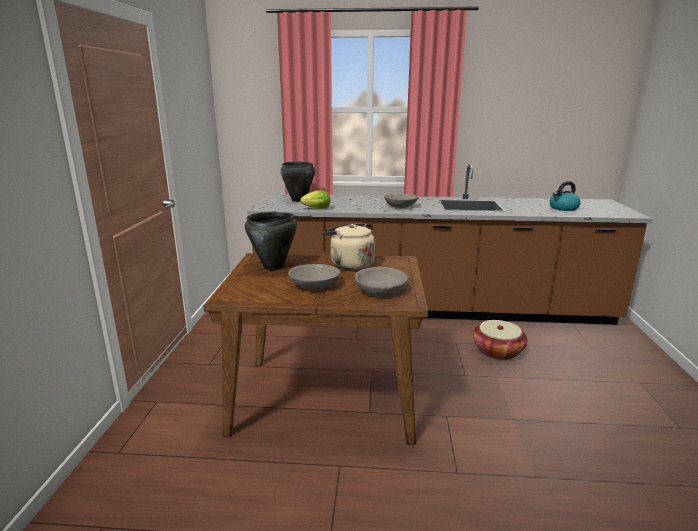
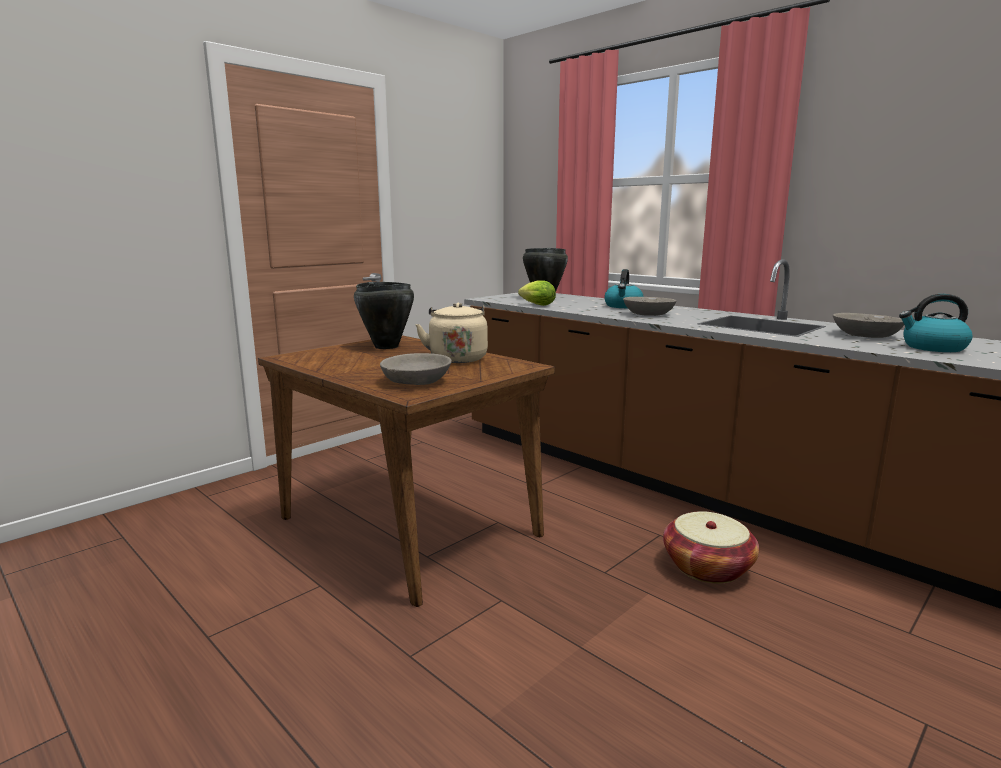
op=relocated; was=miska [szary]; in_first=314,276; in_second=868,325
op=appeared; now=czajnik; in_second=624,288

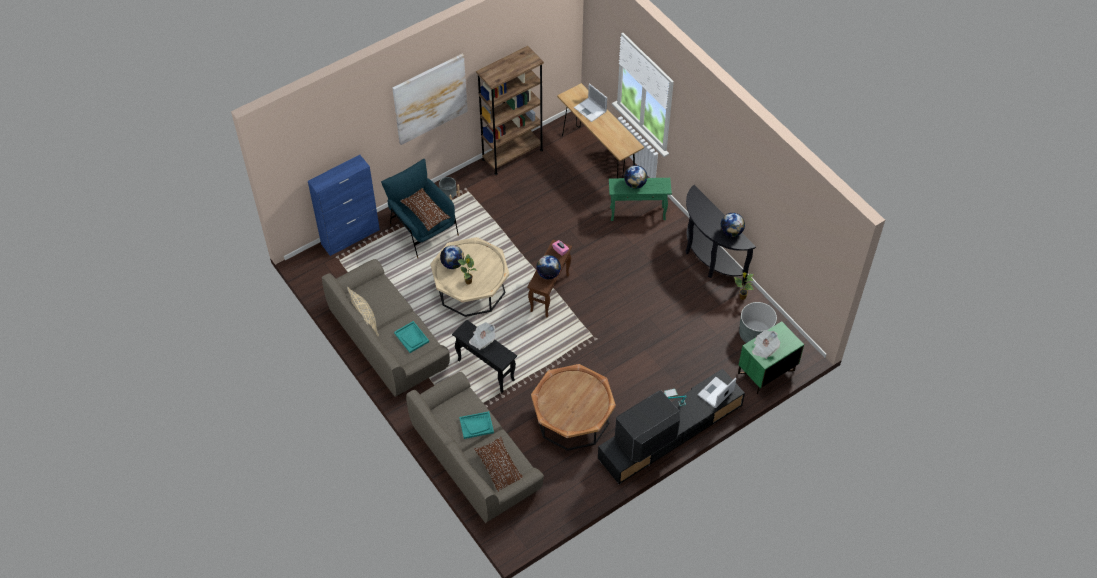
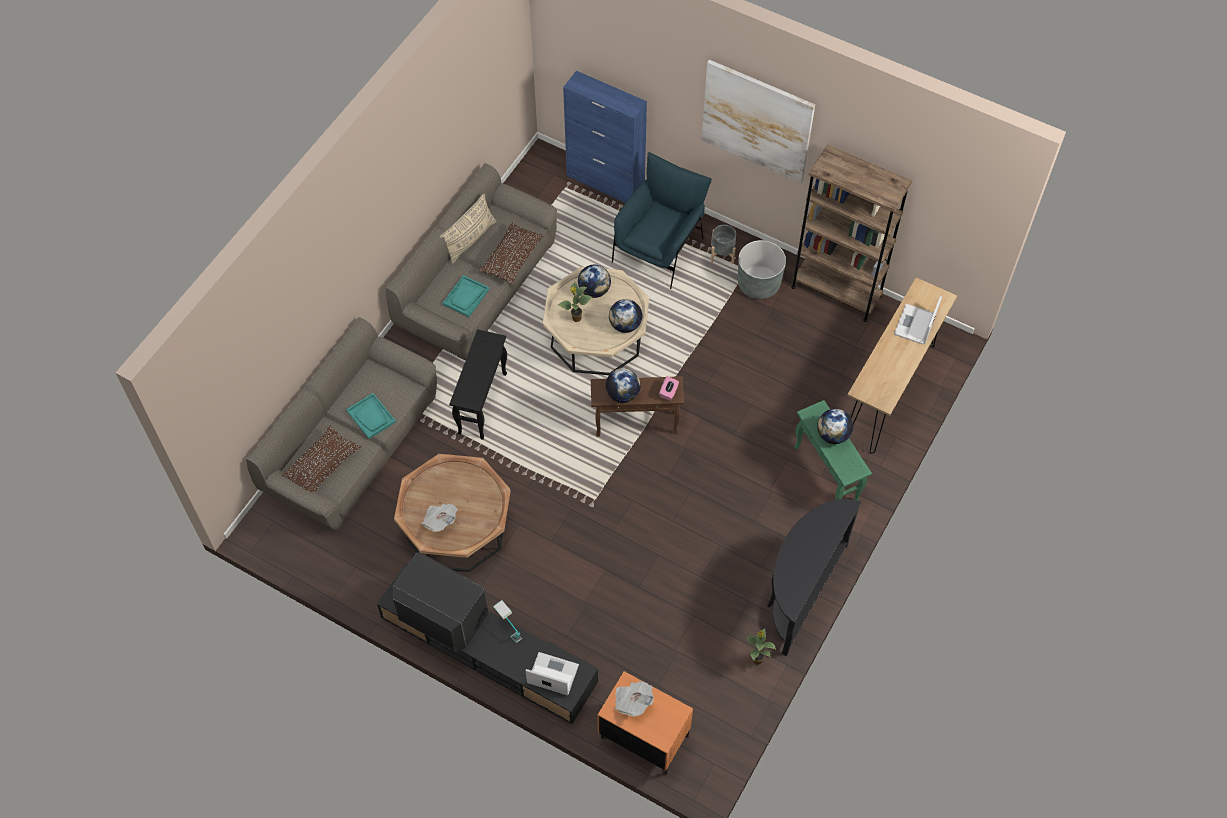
op=relocated; was=poduszka [brązowy]; in_first=425,209; in_second=511,253
op=relocated; was=globus; in_first=733,225; in_second=626,316
op=relocated; was=donica [szary]; in_first=758,322; in_second=762,269
op=colour; was=szafka nocna [zielony]; now=szafka nocna [pomarańczowy]; in_first=771,358; in_second=645,722
op=relocated; was=gazeta; in_first=482,336; in_second=440,517

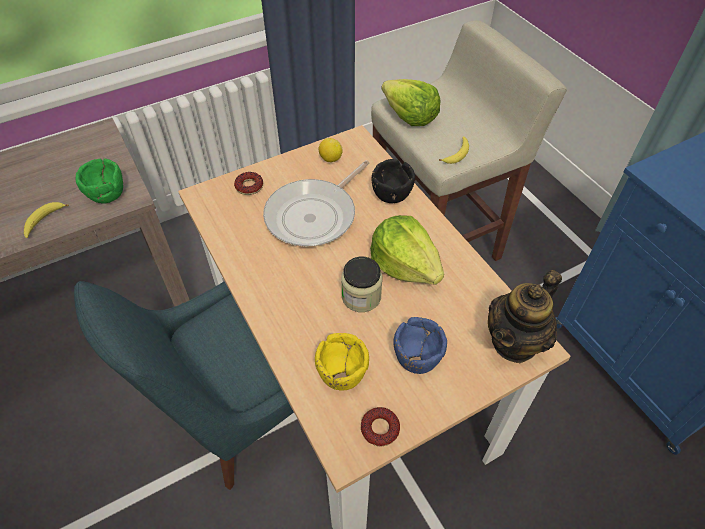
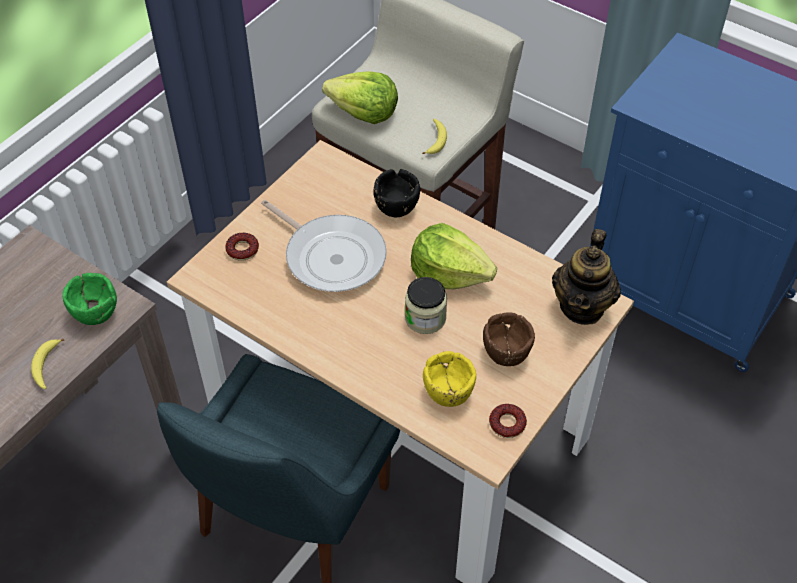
op=missing; was=cytryna; in_first=331,150
op=spun; was=patelnia; in_first=316,203; in_second=324,246; clockwise=-60
op=colour; was=miska [niebieski]; now=miska [brązowy]; in_first=420,345; in_second=509,339

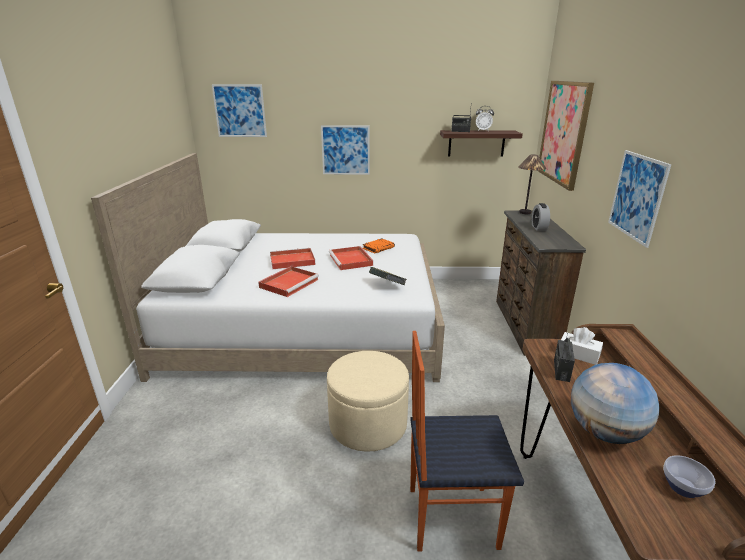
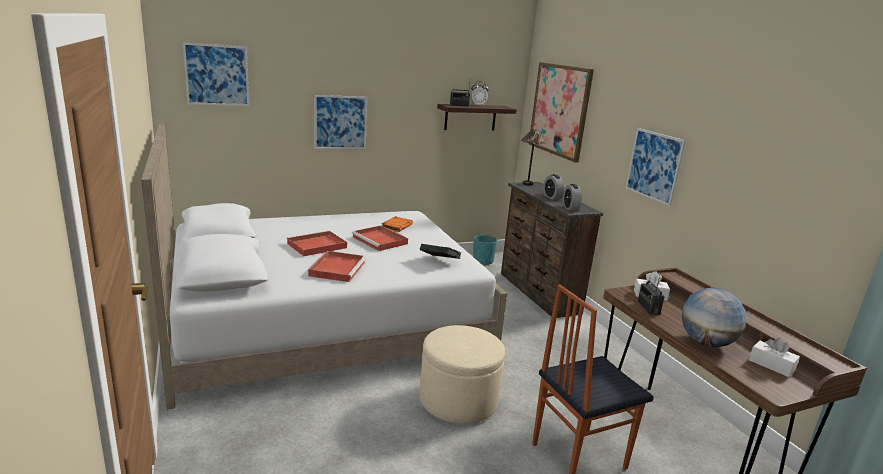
op=exchanged; was=miska; now=pudełko chusteczek [biały]; in_first=689,476; in_second=774,357
op=appeared; now=budzik; in_second=572,197
op=appeared; now=donica [turkusowy]; in_second=485,250

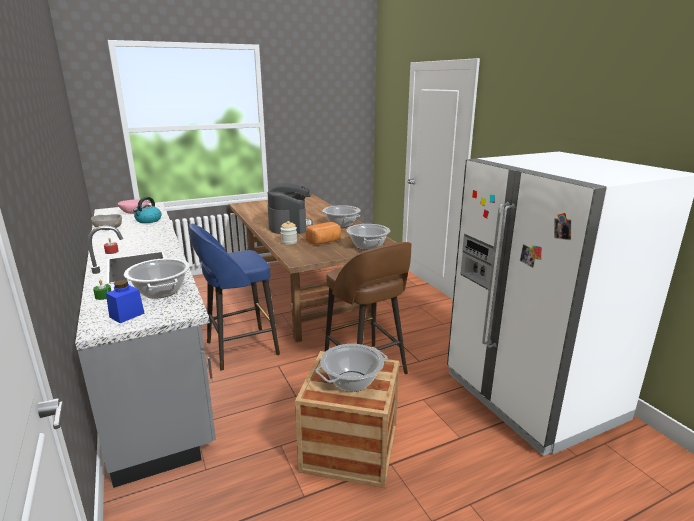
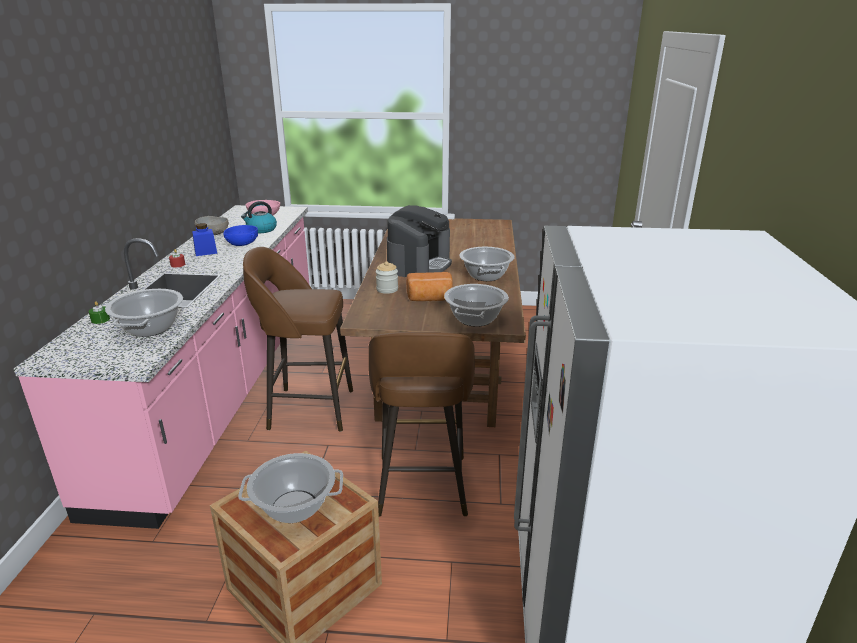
op=colour; was=zabudowa kuchenna [szary]; now=zabudowa kuchenna [różowy]; in_first=145,345; in_second=161,367
op=colour; was=stołek [niebieski]; now=stołek [brązowy]; in_first=234,297; in_second=298,339
op=relocated; was=słoik [niebieski]; in_first=125,301; in_second=204,239
op=appeared; now=miska [niebieski]; in_second=240,235

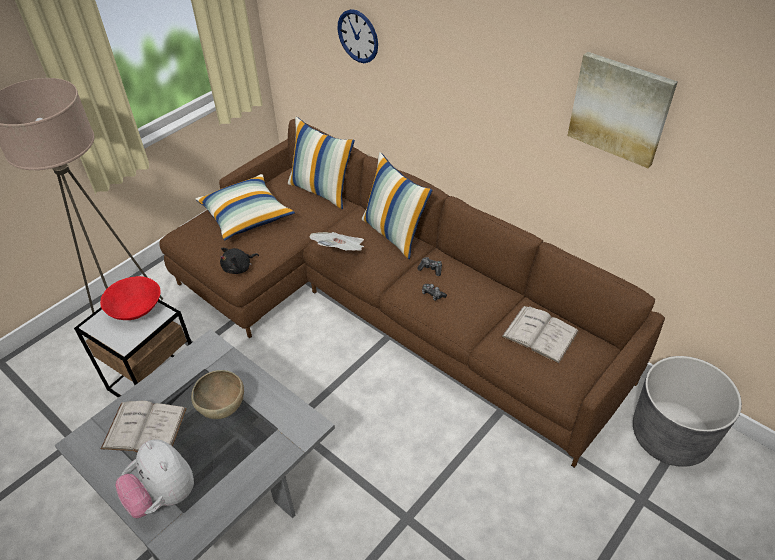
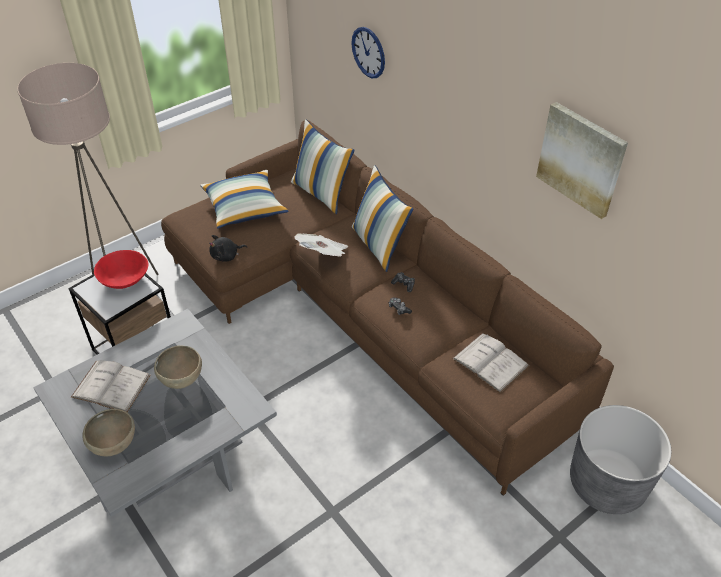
op=exchanged; was=pluszak; now=miska [brązowy]; in_first=154,478; in_second=108,432

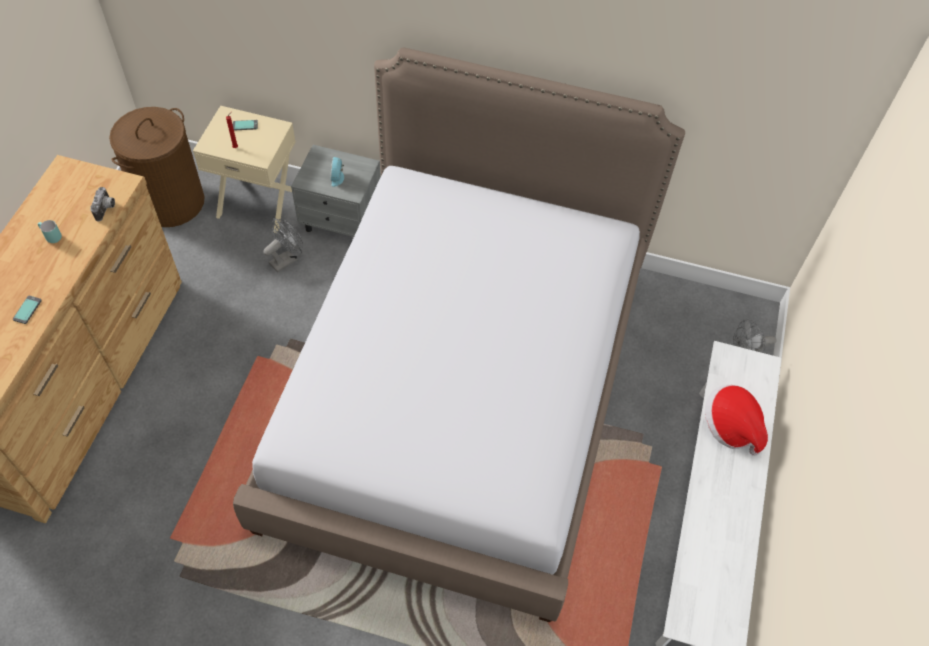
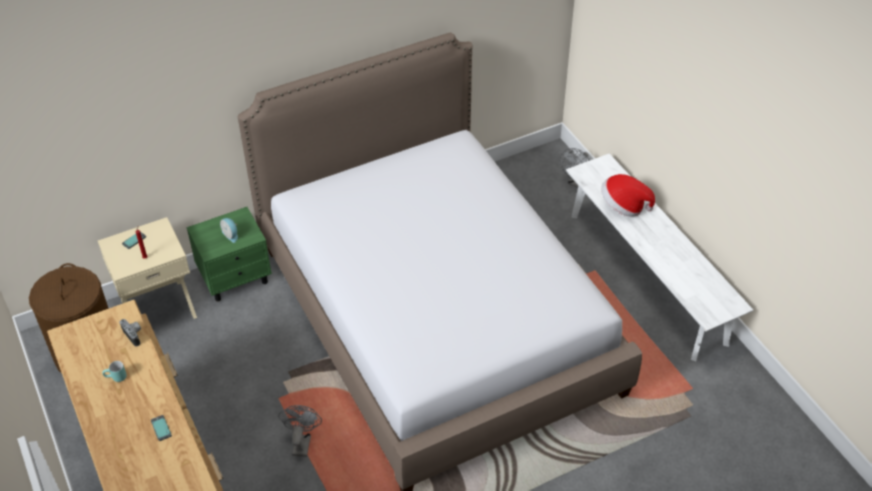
op=colour; was=szafka nocna [szary]; now=szafka nocna [zielony]; in_first=336,191; in_second=229,254
op=relocated; was=wentylator [szary]; in_first=283,245; in_second=300,431

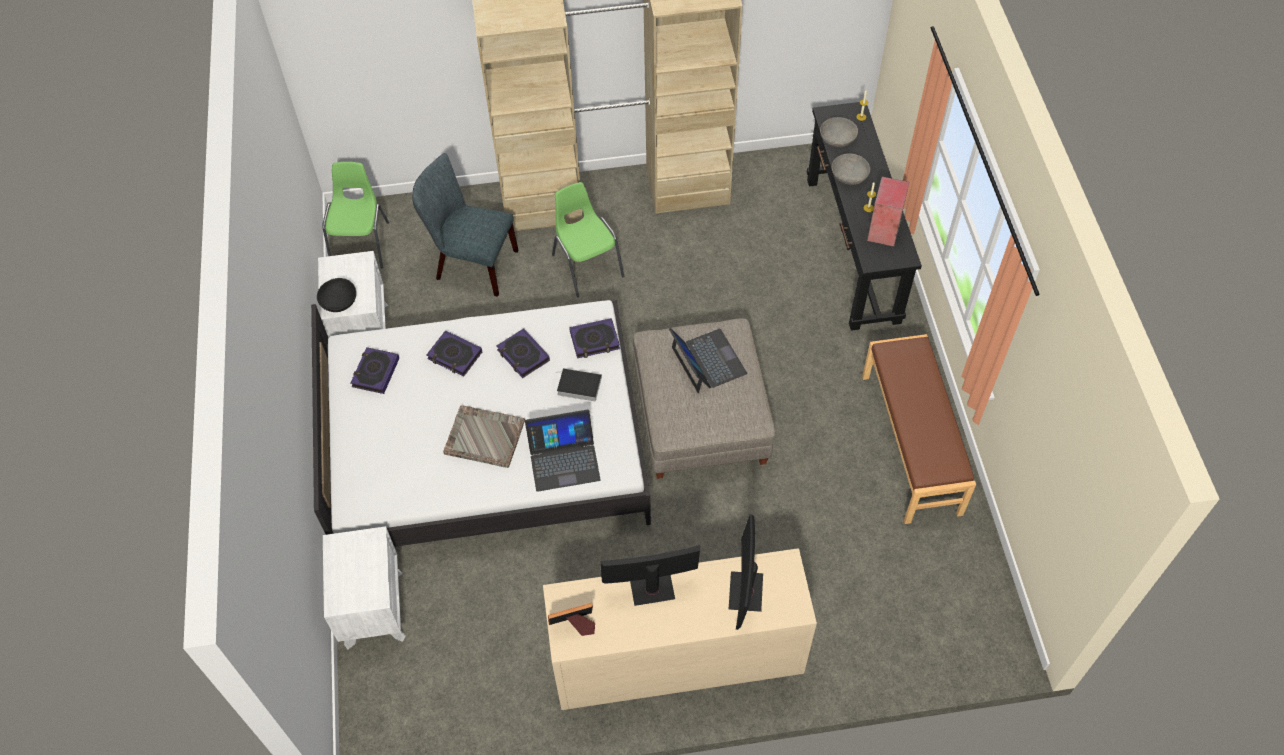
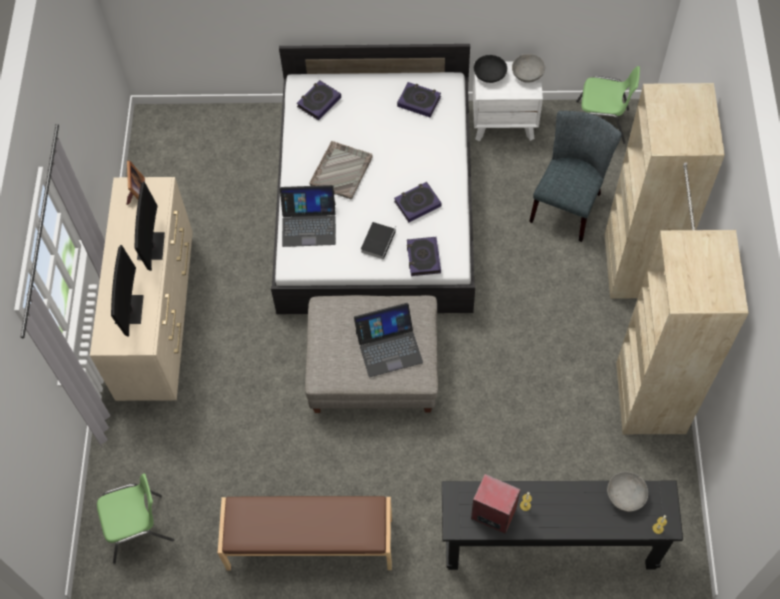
op=relocated; was=miska [szary]; in_first=850,169; in_second=528,68
op=relocated; was=krzesło [zielony]; in_first=588,239; in_second=135,518
op=relocated; was=książka; in_first=454,353; in_second=318,100
op=spun; was=laptop; in_first=563,451; in_second=308,216; clockwise=-90
op=spun; was=monitor; in_first=746,572; in_second=127,290; clockwise=75
op=missing; was=szafka nocna [biały]; in_first=364,587

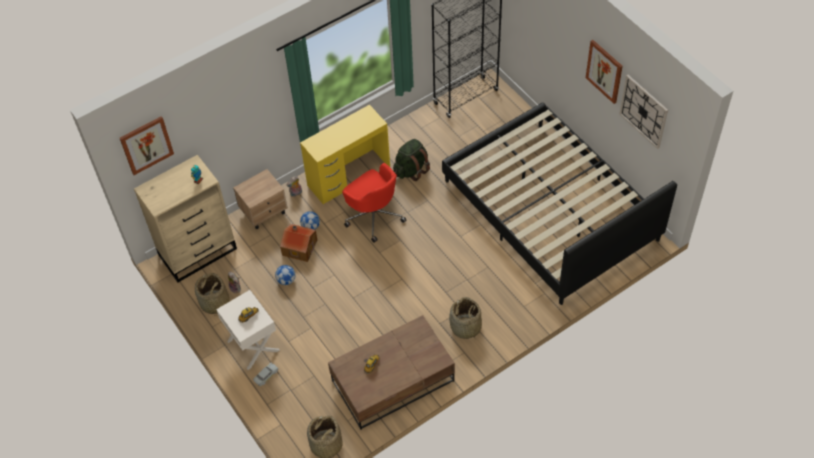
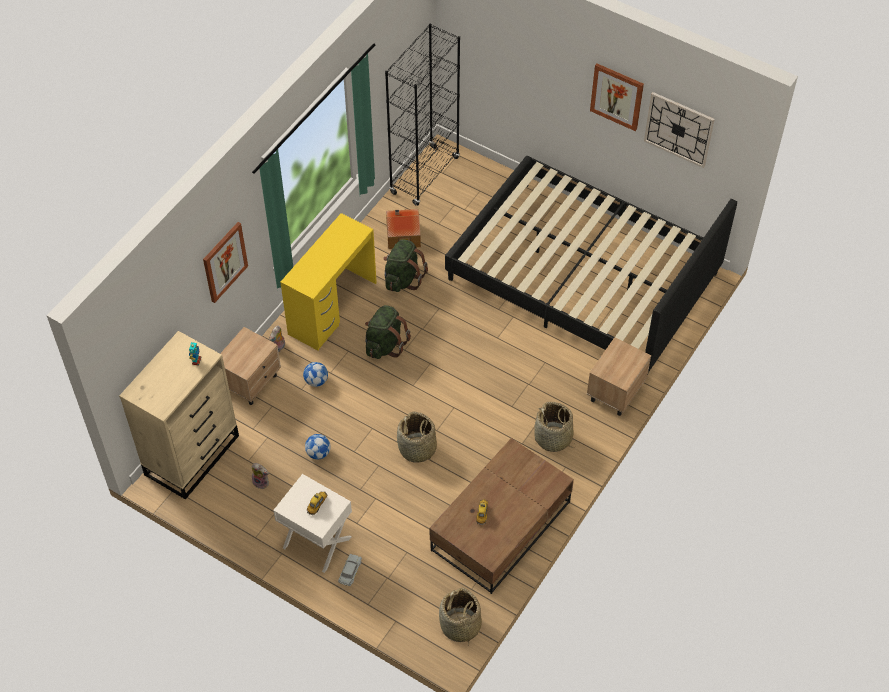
op=relocated; was=obraz; in_first=147,145; in_second=225,262
op=exchanged; was=krzesło biurowe [czerwony]; now=plecak [zielony]; in_first=374,202; in_second=388,332
op=relocated; was=domek; in_first=298,243; in_second=403,229
op=relocated; was=koszyk; in_first=212,294; in_second=417,437
op=appeared; now=szafka nocna [beżowy]; in_second=619,376

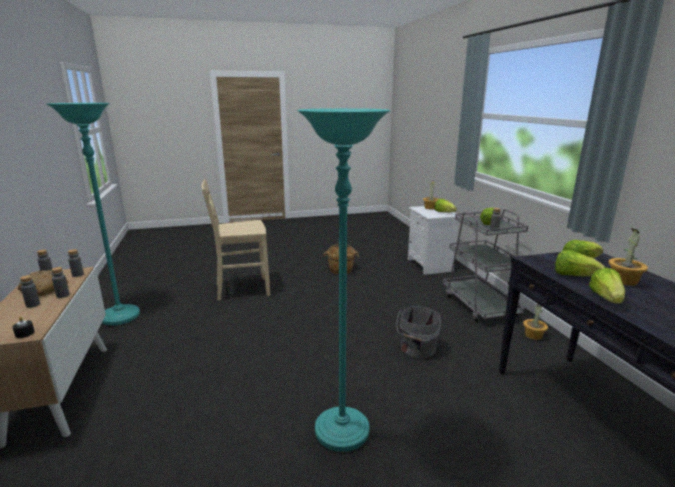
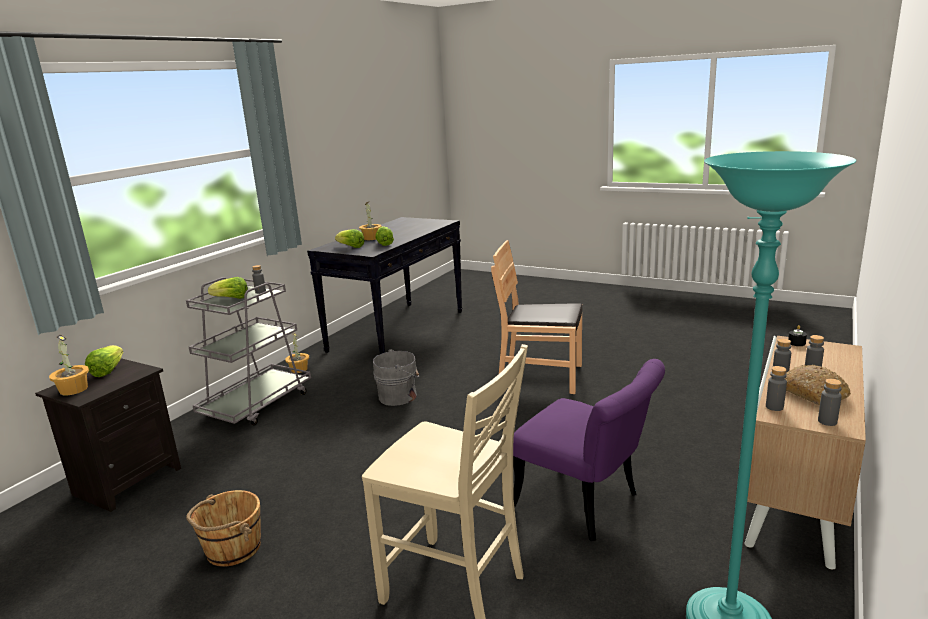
op=exchanged; was=lampa stojąca [turkusowy]; now=krzesło [brązowy]; in_first=343,280; in_second=536,317
op=colour; was=szafka nocna [biały]; now=szafka nocna [czarny]; in_first=434,240; in_second=108,435
op=missing; was=sałata; in_first=607,286
op=appeared; now=krzesło [fioletowy]; in_second=589,450

